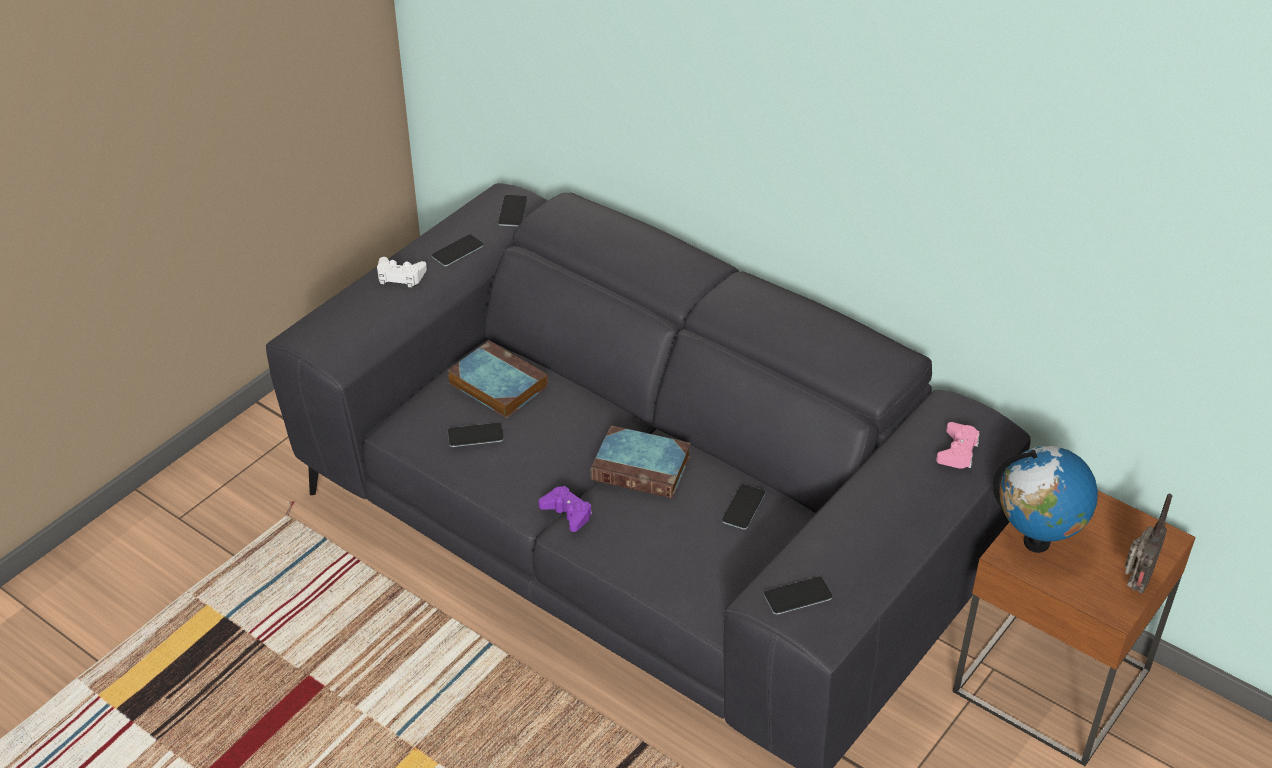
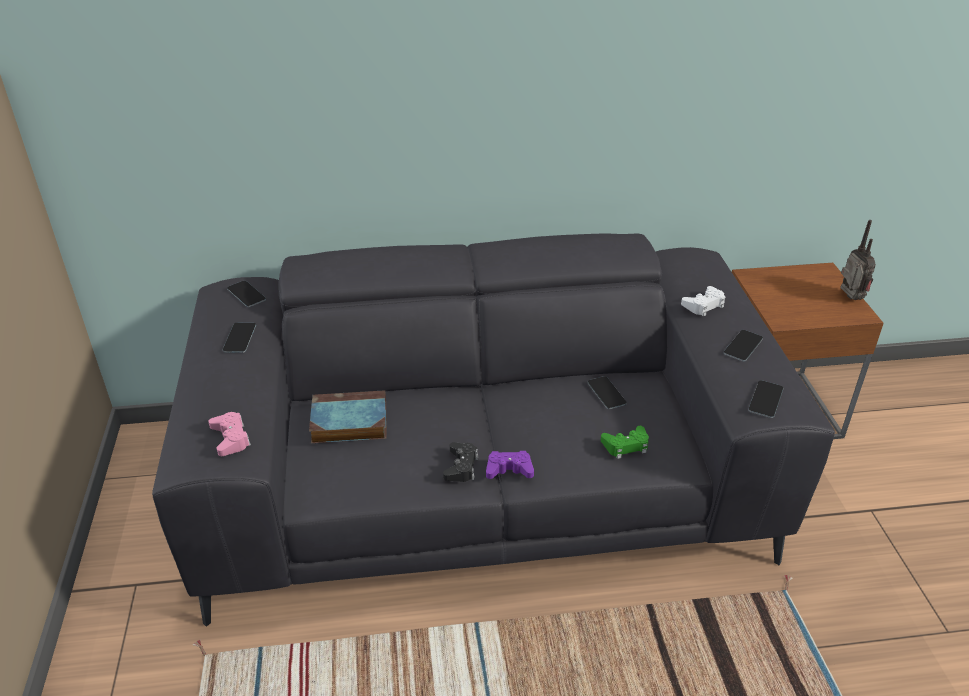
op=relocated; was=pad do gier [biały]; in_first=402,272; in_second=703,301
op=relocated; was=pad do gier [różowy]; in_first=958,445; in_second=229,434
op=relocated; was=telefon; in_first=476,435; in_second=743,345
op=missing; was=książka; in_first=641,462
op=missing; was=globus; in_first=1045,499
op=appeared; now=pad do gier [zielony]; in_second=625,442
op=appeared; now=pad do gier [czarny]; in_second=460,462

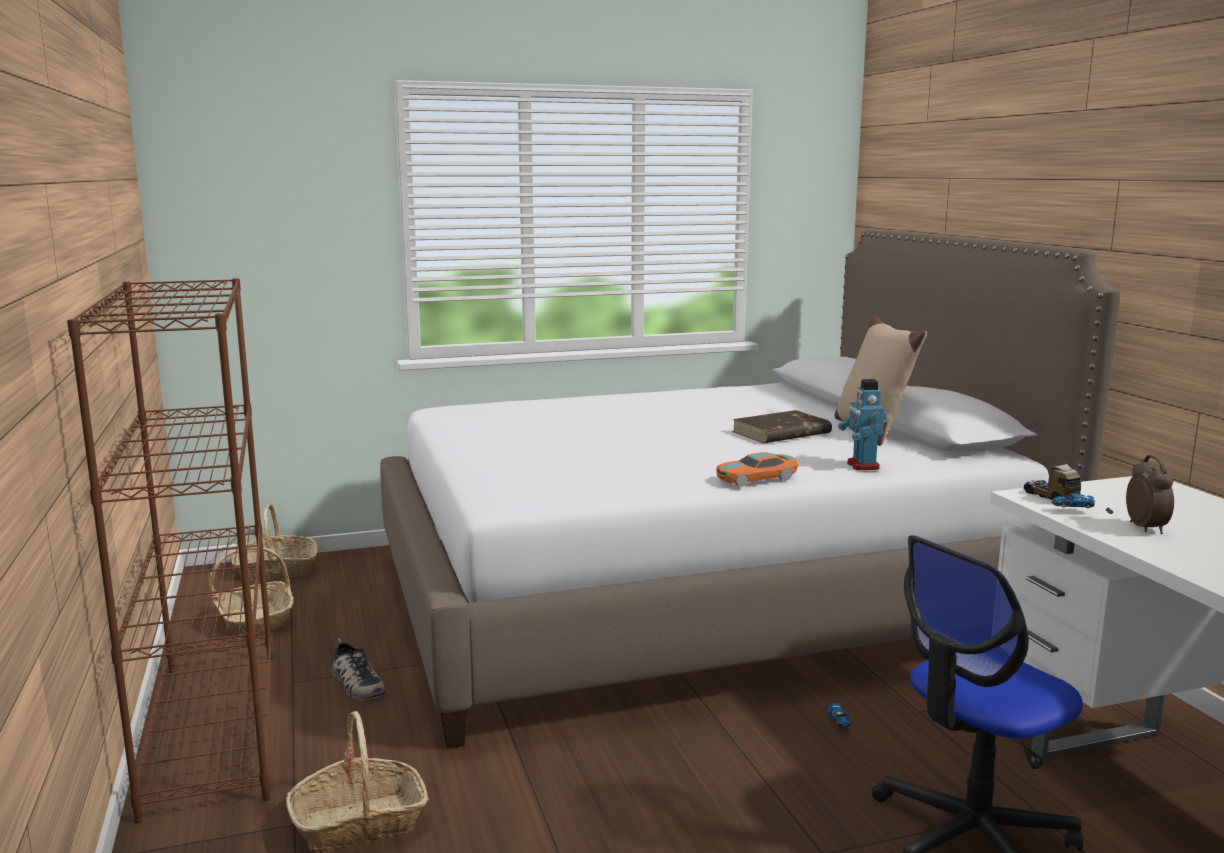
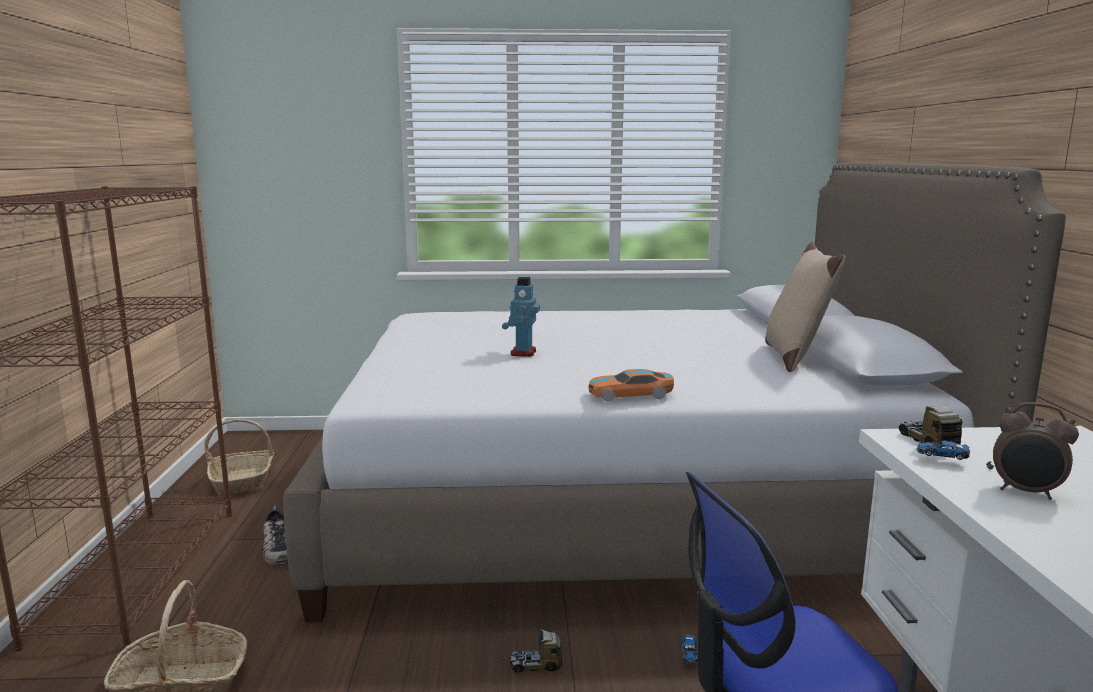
op=relocated; was=robot zabawkowy; in_first=862,424; in_second=521,317
op=missing; was=książka [brązowy]; in_first=782,426
op=spun; was=budzik; in_first=1150,494; in_second=1036,451; clockwise=105
op=missing; was=koszyk; in_first=275,542
op=appeared; now=ciężarówka zabawkowa; in_second=535,651

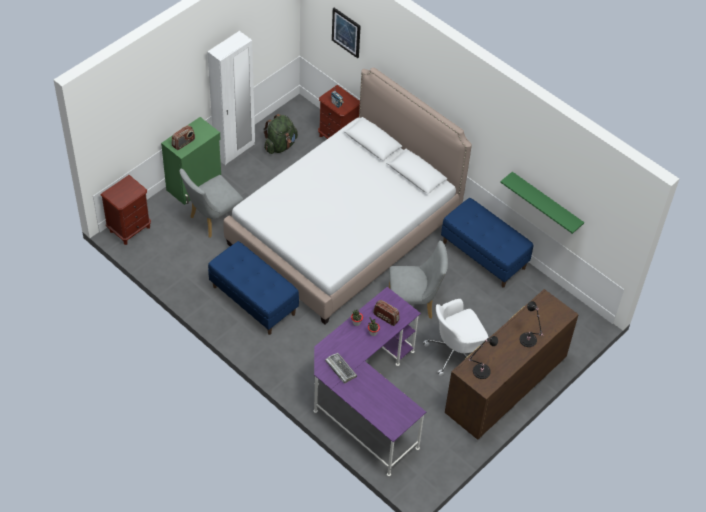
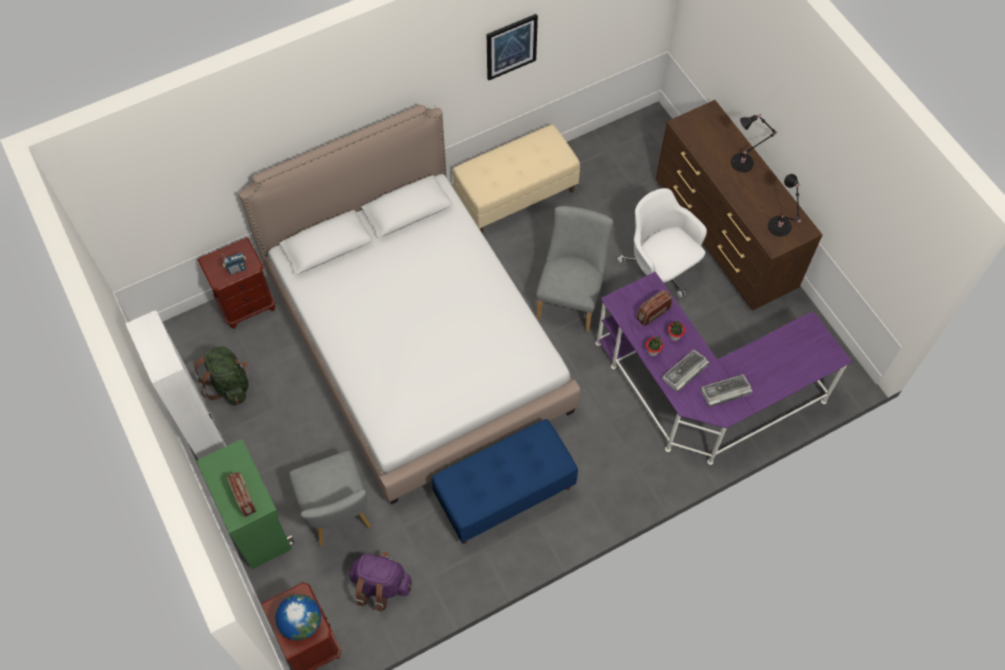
op=relocated; was=obraz; in_first=346,33; in_second=512,47
op=missing; was=półka [zielony]; in_first=542,203
op=colour; was=ławka [niebieski]; now=ławka [beżowy]; in_first=487,243; in_second=516,178
op=spun; was=krzesło biurowe [biały]; in_first=456,337; in_second=662,243; clockwise=150
op=appeared; now=klawiatura; in_second=686,371
op=appeared; now=plecak [fioletowy]; in_second=380,581
op=appeared; now=globus; in_second=298,617

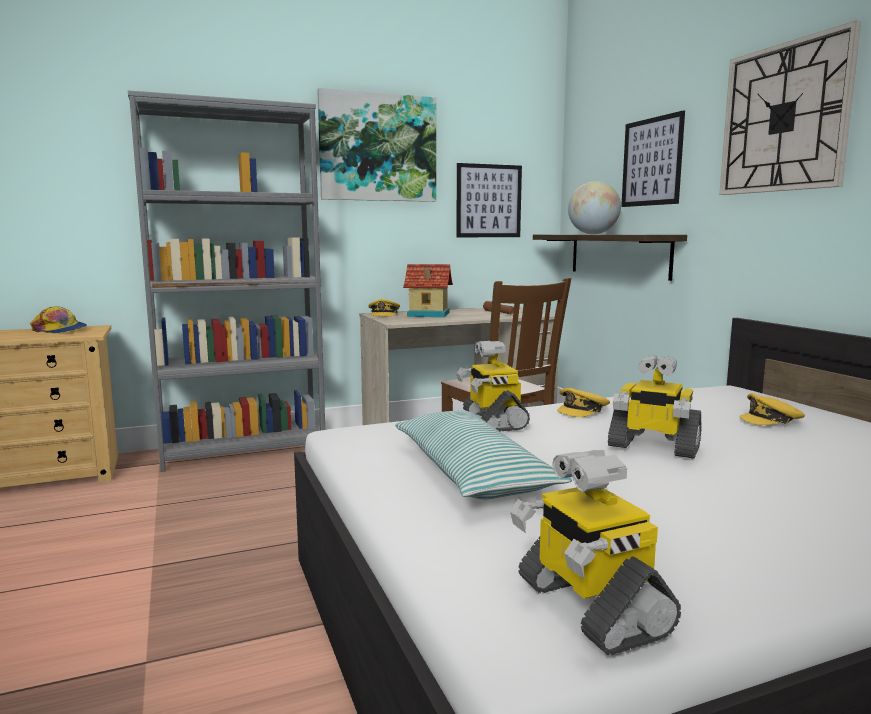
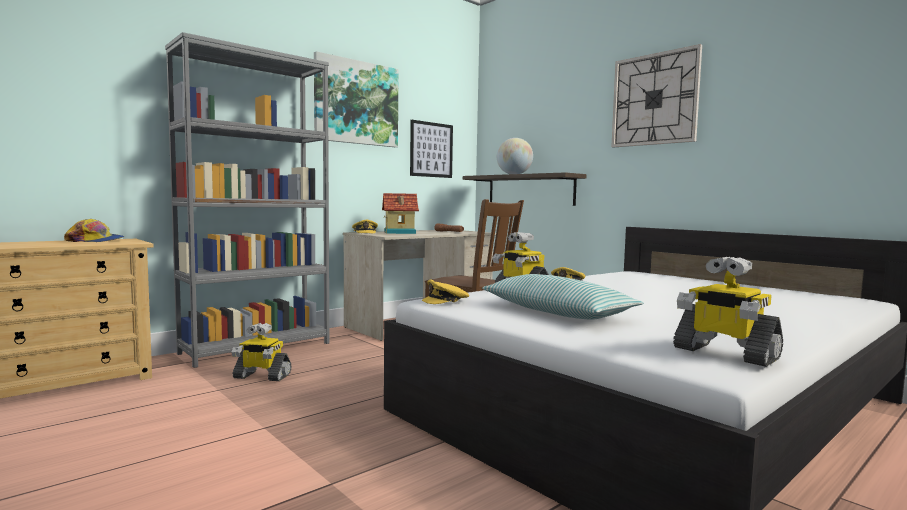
op=missing; was=obraz; in_first=653,158
op=relocated; was=robot zabawkowy; in_first=655,407; in_second=262,352
op=relocated; was=czapka z daszkiem [żółty]; in_first=772,409; in_second=445,291

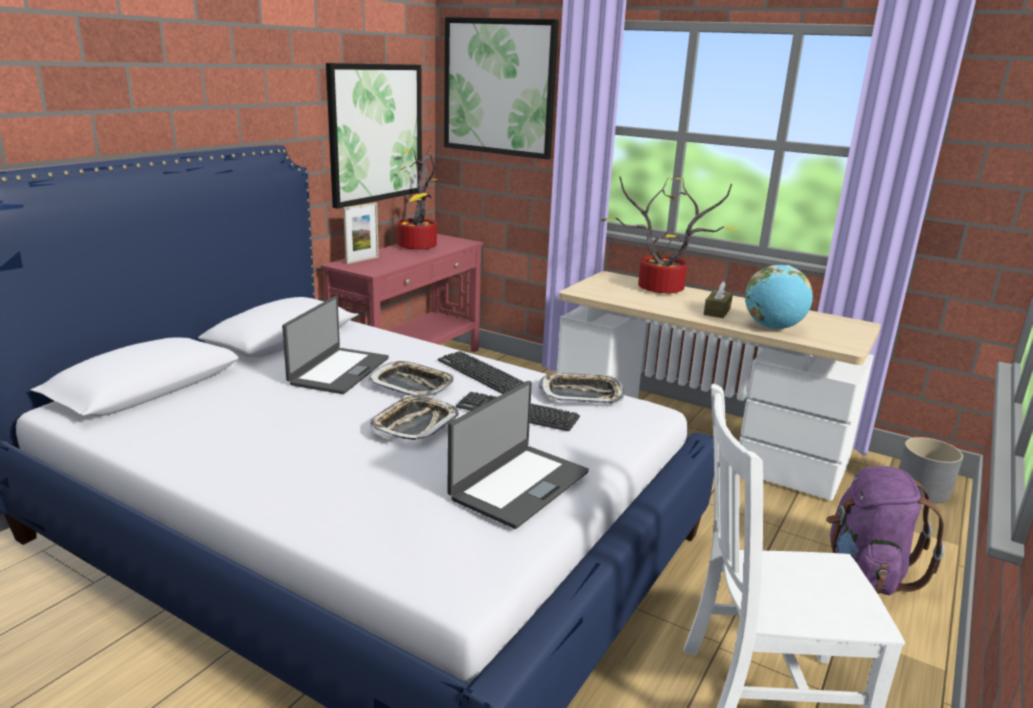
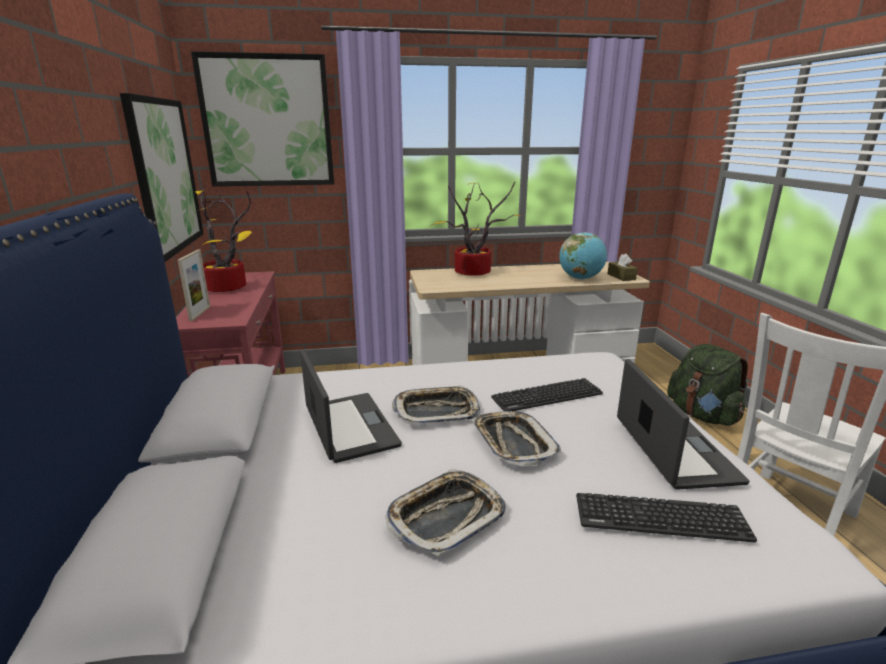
op=relocated; was=pudełko chusteczek [brązowy]; in_first=718,299; in_second=623,267
op=relocated; was=klawiatura; in_first=481,372; in_second=666,518
op=relocated; was=taca; in_first=581,388; in_second=445,512
op=missing; was=donica [szary]; in_first=931,470
op=colour; was=plecak [fioletowy]; now=plecak [zielony]; in_first=885,530; in_second=707,385

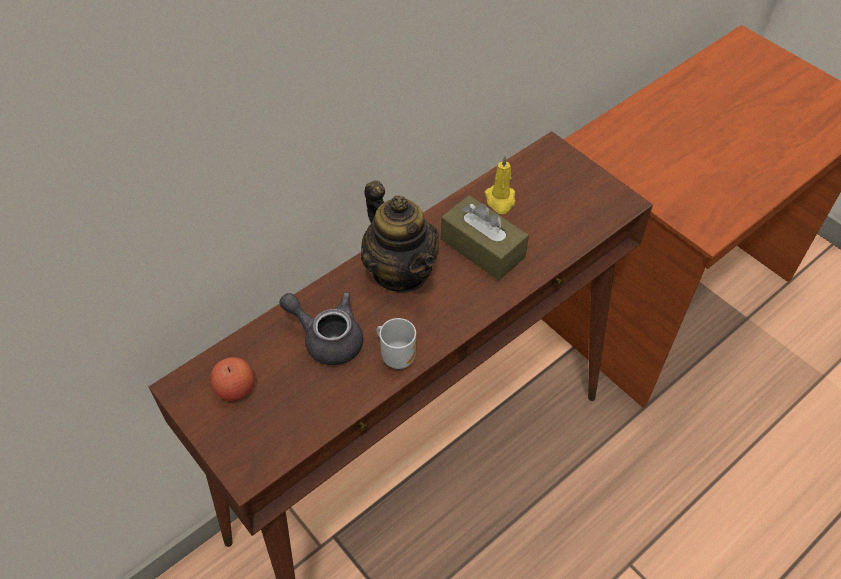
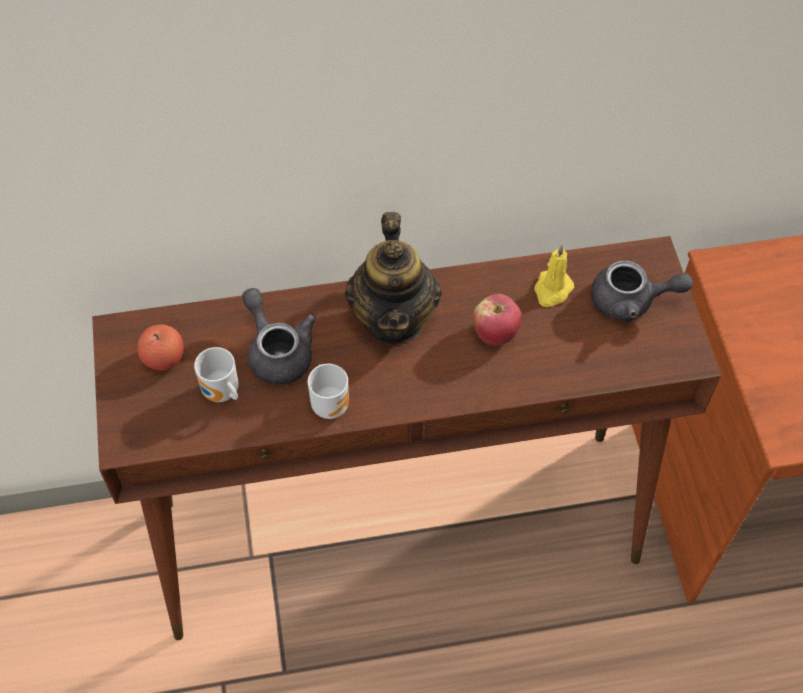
op=exchanged; was=pudełko chusteczek [brązowy]; now=jabłko; in_first=485,237; in_second=497,320
op=appeared; now=imbryk [szary]; in_second=642,291
op=appeared; now=kubek; in_second=216,374

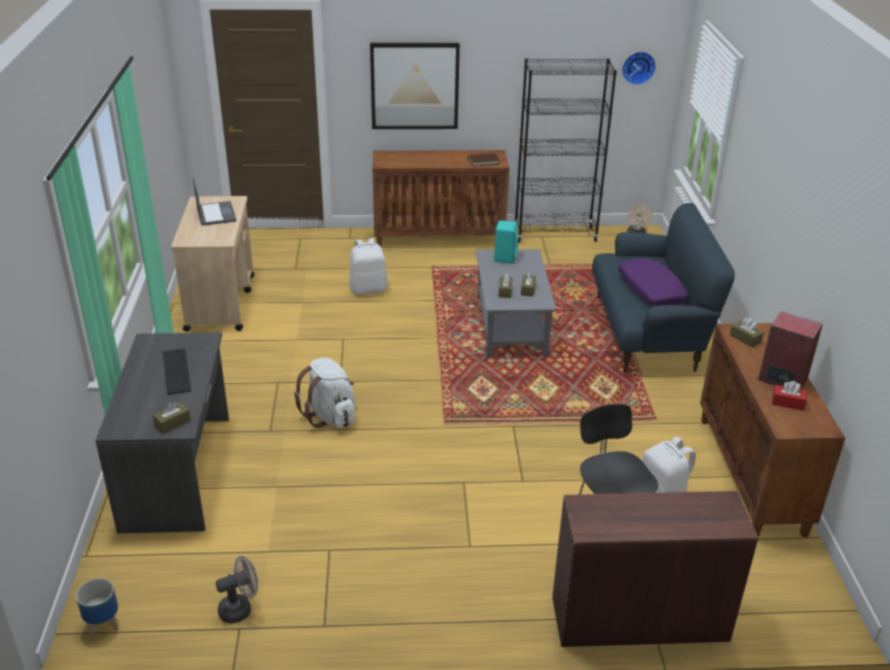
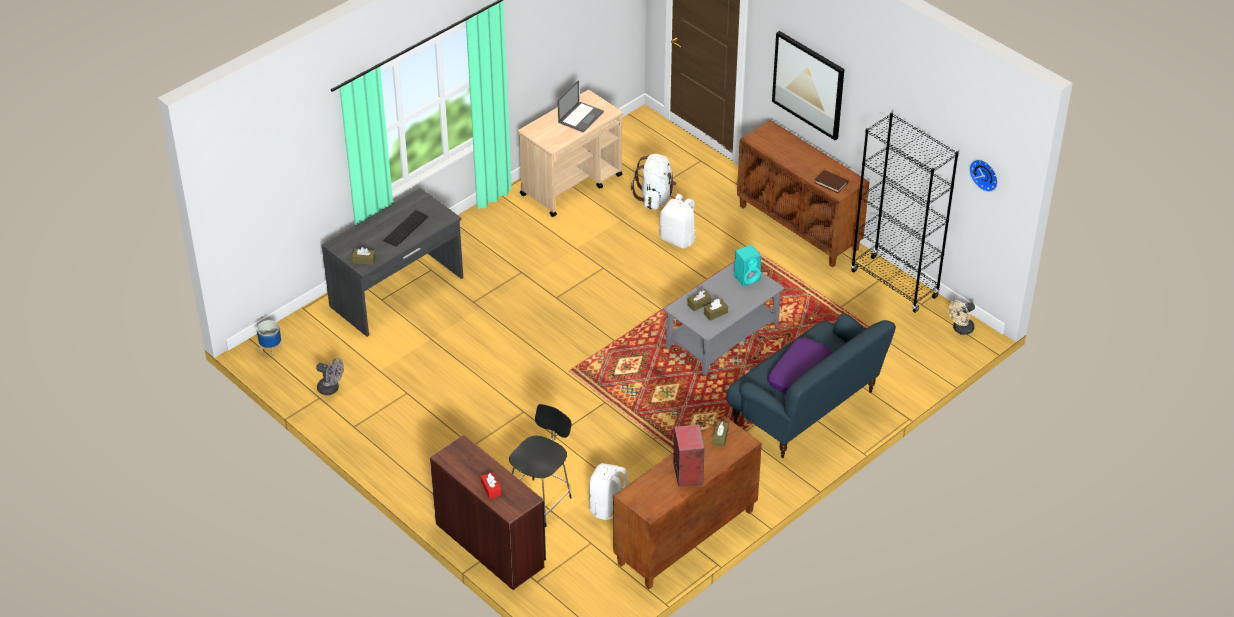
op=relocated; was=plecak [biały]; in_first=324,393; in_second=653,182
op=relocated; was=pudełko chusteczek [czerwony]; in_first=789,396; in_second=491,485

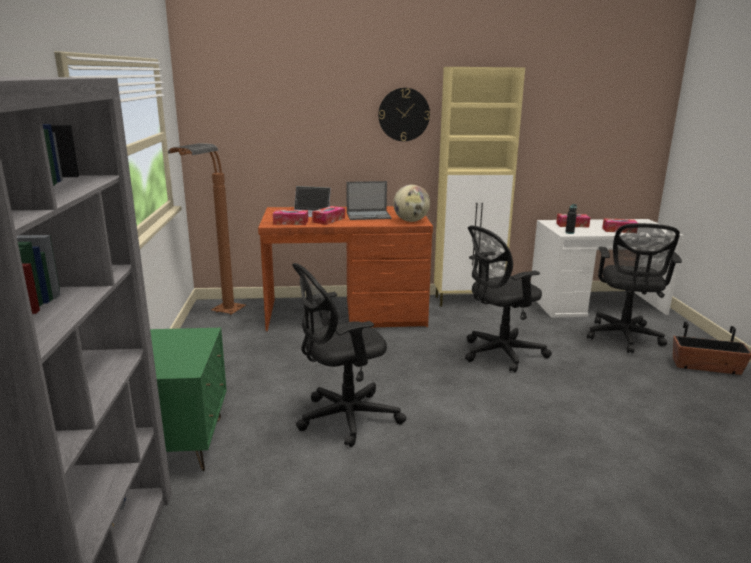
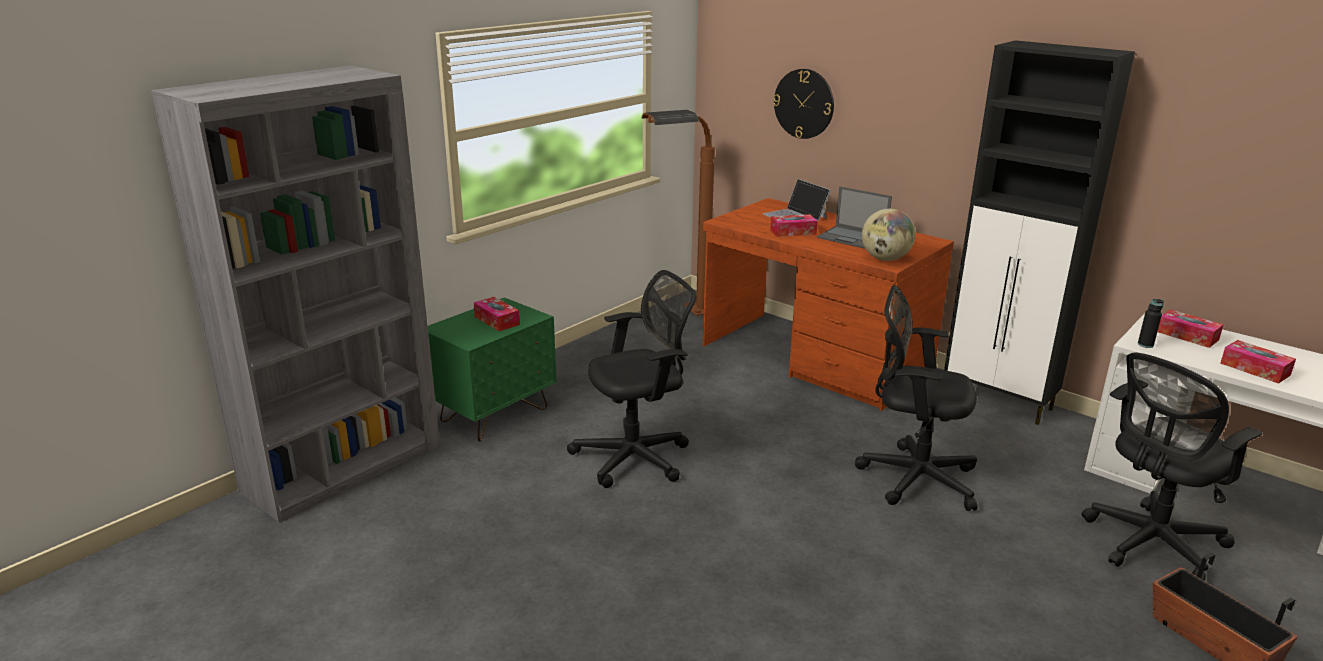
op=colour; was=szafka [beżowy]; now=szafka [czarny]; in_first=479,187; in_second=1039,232
op=relocated; was=zegar ścienny; in_first=404,114; in_second=803,104
op=relocated; was=pudełko chusteczek; in_first=290,217; in_second=496,314
op=spun; was=krzesło biurowe [czarny]; in_first=349,355; in_second=632,379; clockwise=135

